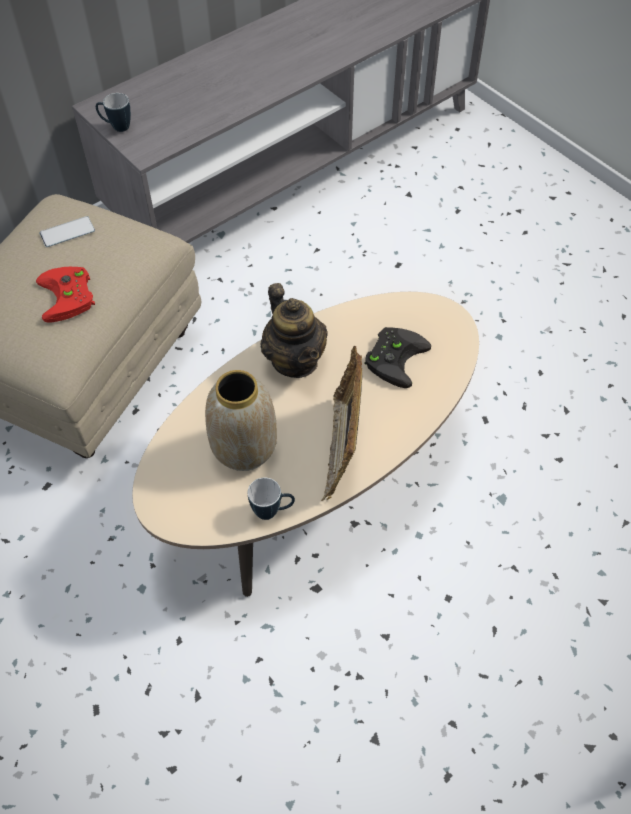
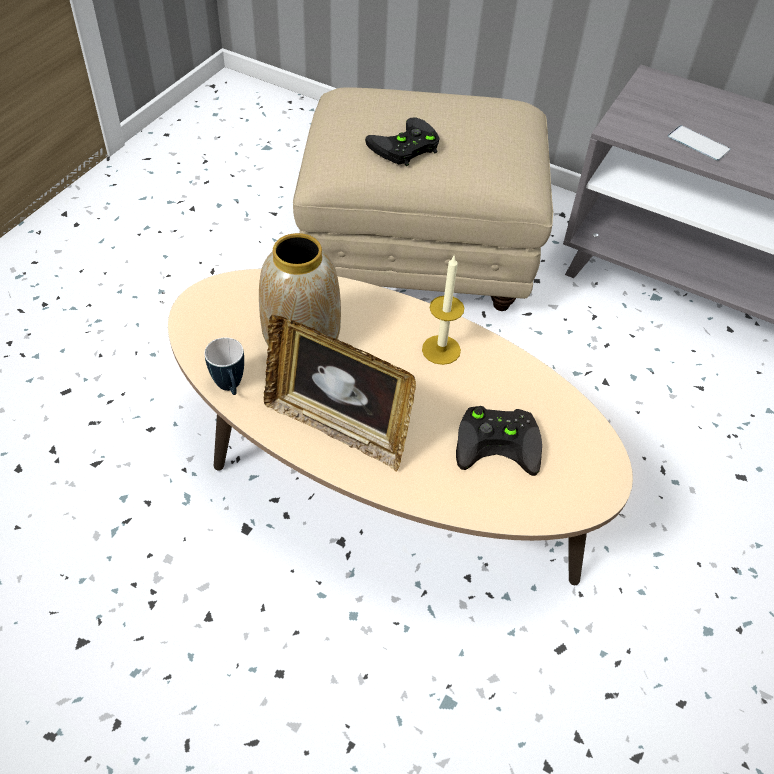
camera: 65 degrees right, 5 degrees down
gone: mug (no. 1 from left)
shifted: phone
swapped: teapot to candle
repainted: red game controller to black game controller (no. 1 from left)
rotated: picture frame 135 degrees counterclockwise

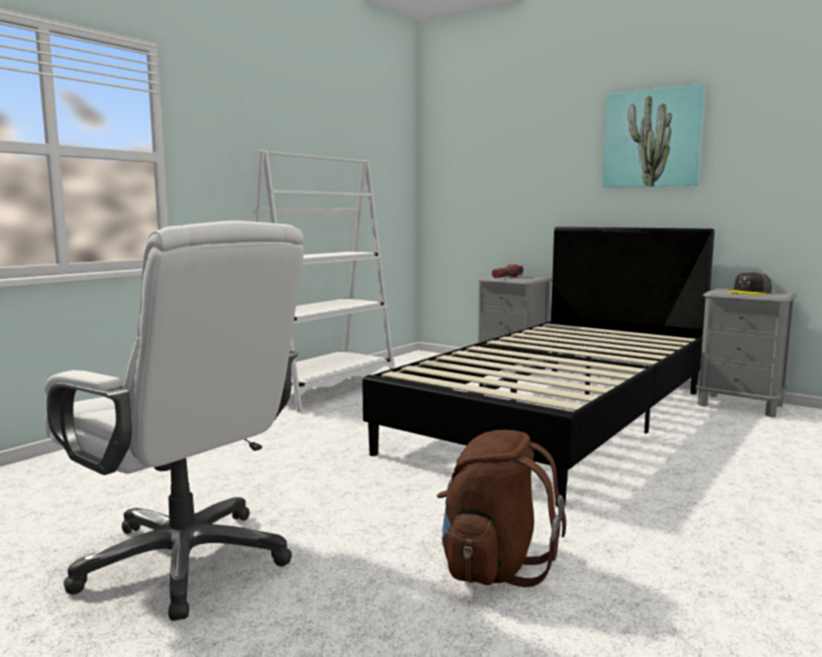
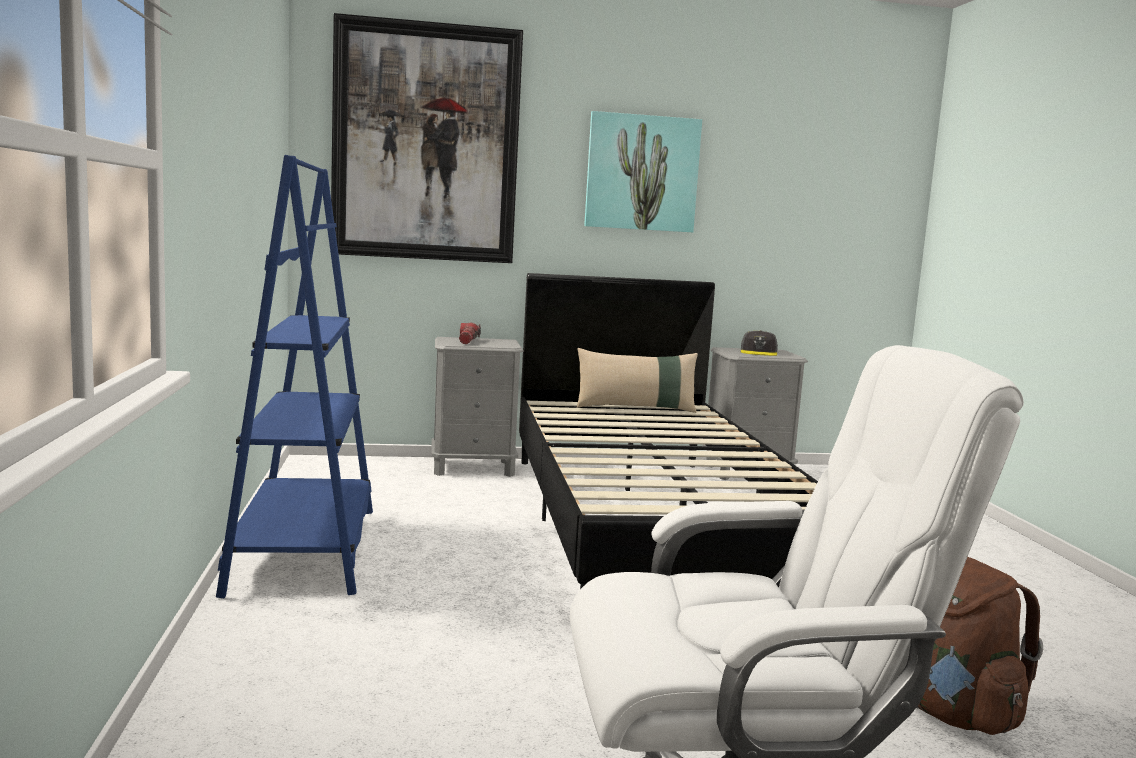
camera: 45 degrees left, 0 degrees up
new: picture (no. 1 from left); beige pillow
repainted: white bookcase to blue bookcase

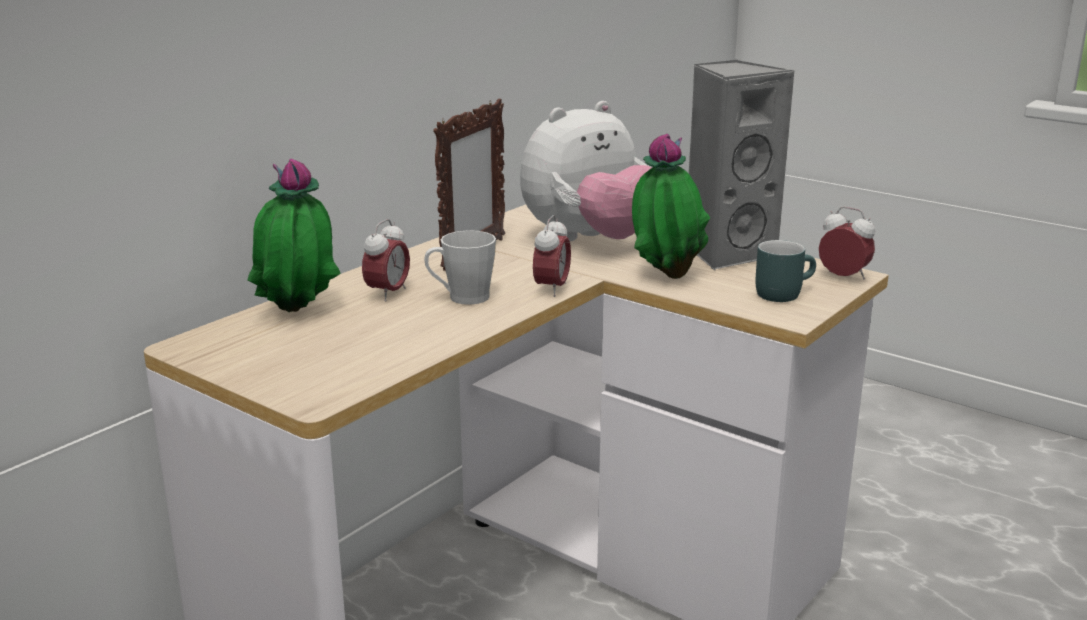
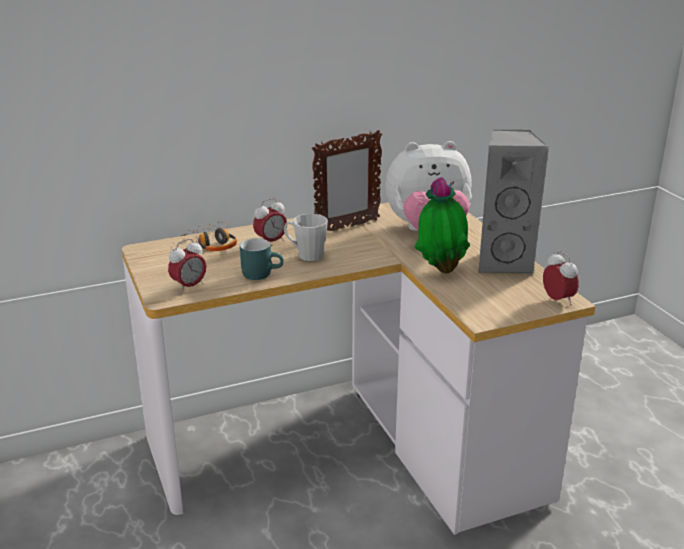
camera: 30 degrees right, 5 degrees up
shifted: alarm clock (no. 2 from left in the first image) to alarm clock (no. 1 from left); turquoise mug
swapped: potted plant (no. 1 from left) to headphones

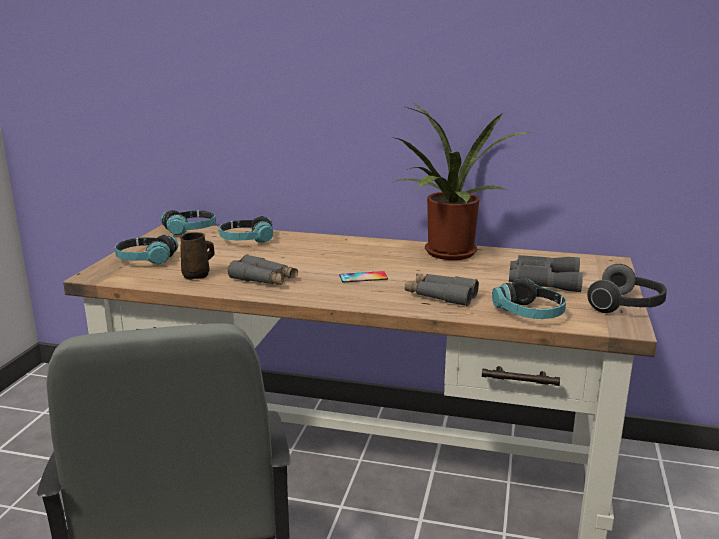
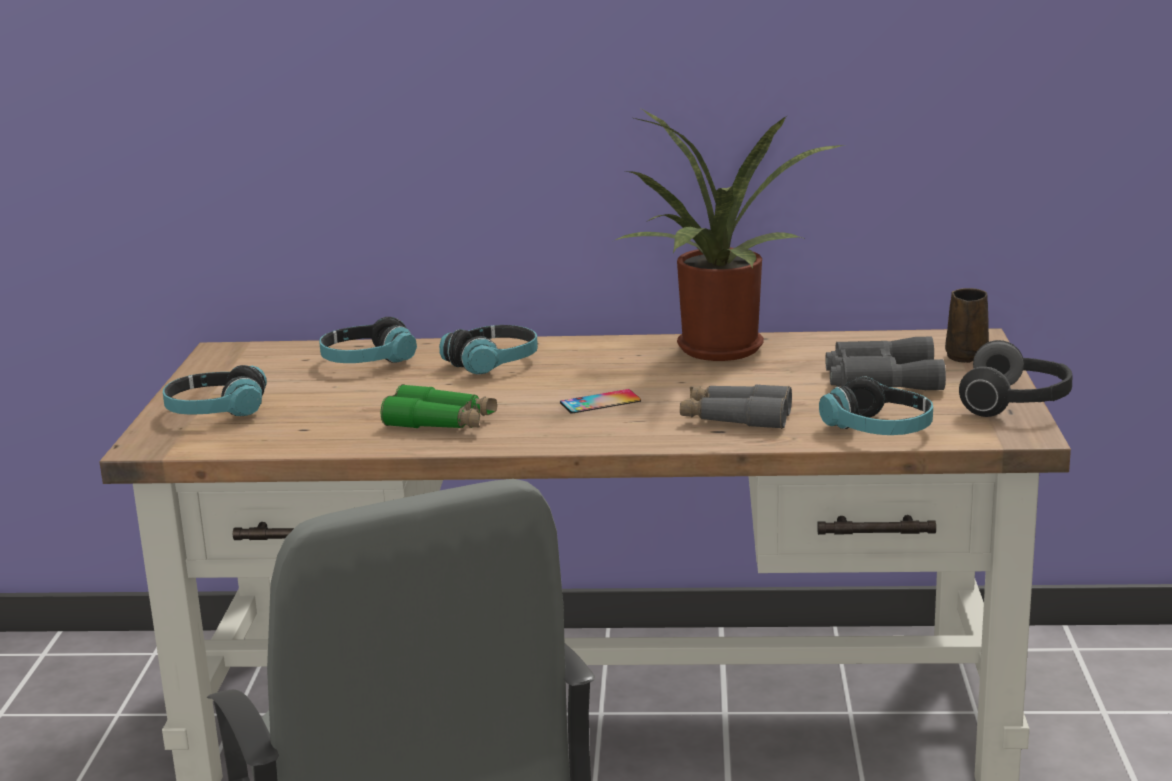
camera: 10 degrees left, 0 degrees up
shifted: headphones (no. 2 from left in the first image) to headphones (no. 3 from left); brown mug
repainted: grey binoculars (no. 1 from left) to green binoculars

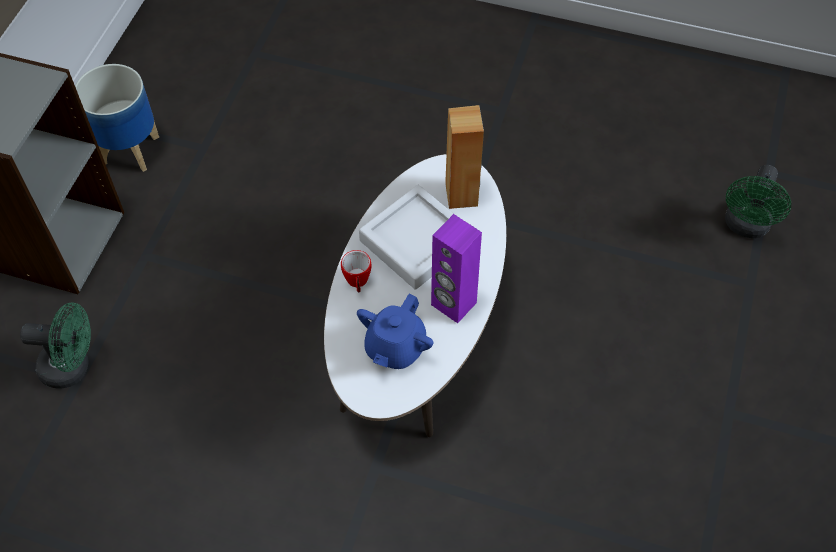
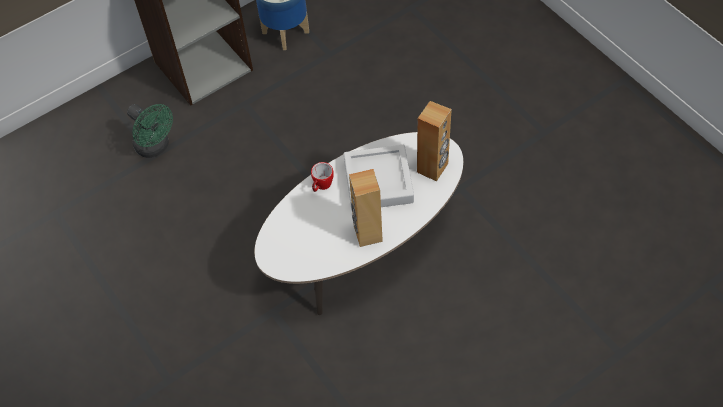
camera: 40 degrees right, 0 degrees up
gone: blue teapot; green fan (no. 2 from left)
repainted: purple speaker to brown speaker (no. 1 from left)

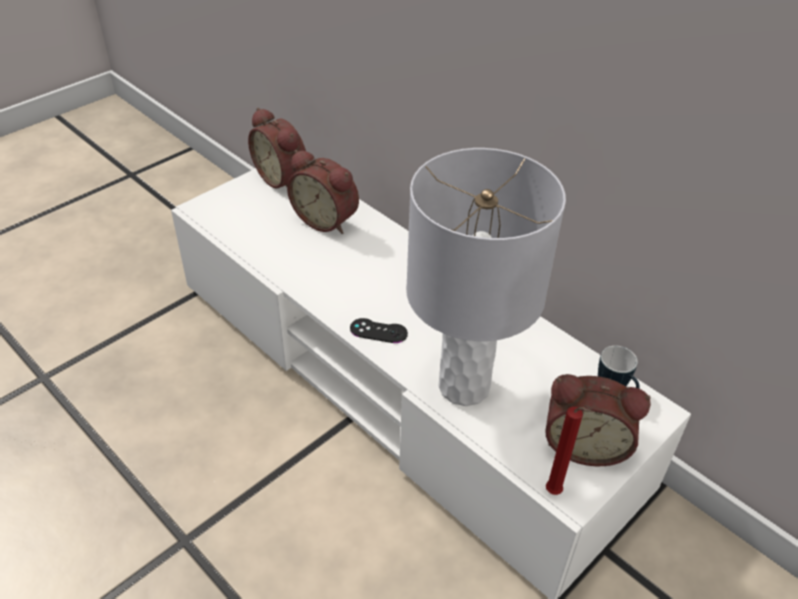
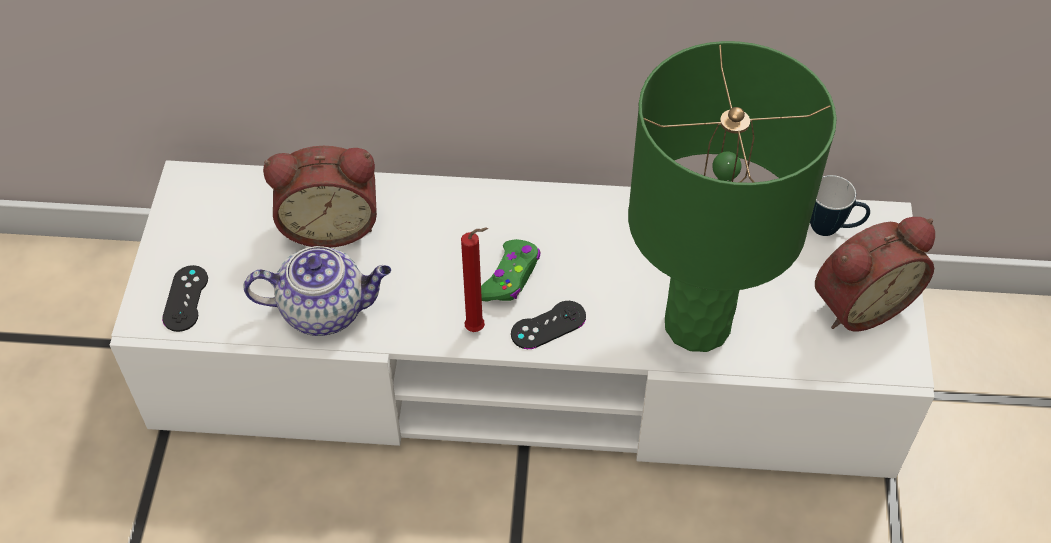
camera: 40 degrees left, 10 degrees up
gone: alarm clock (no. 1 from left)
new: black game controller (no. 1 from left); teapot; green game controller
shifted: red candle
repainted: grey table lamp to green table lamp

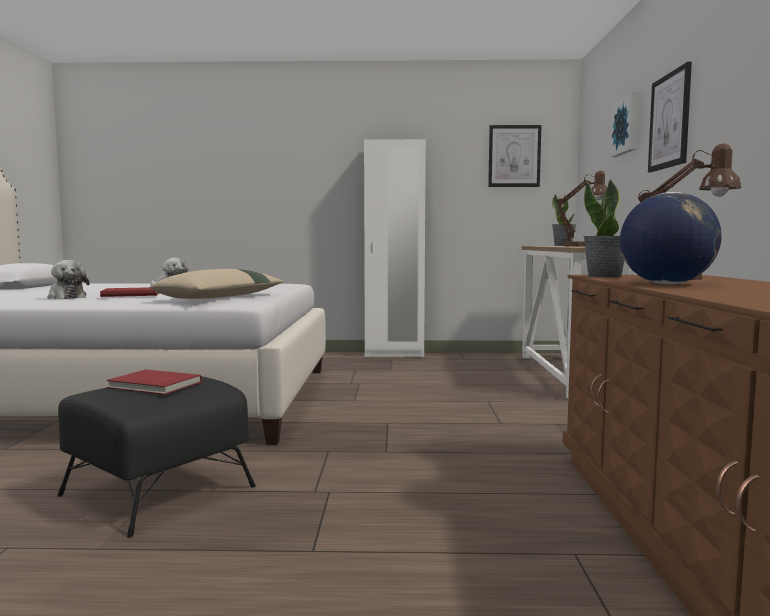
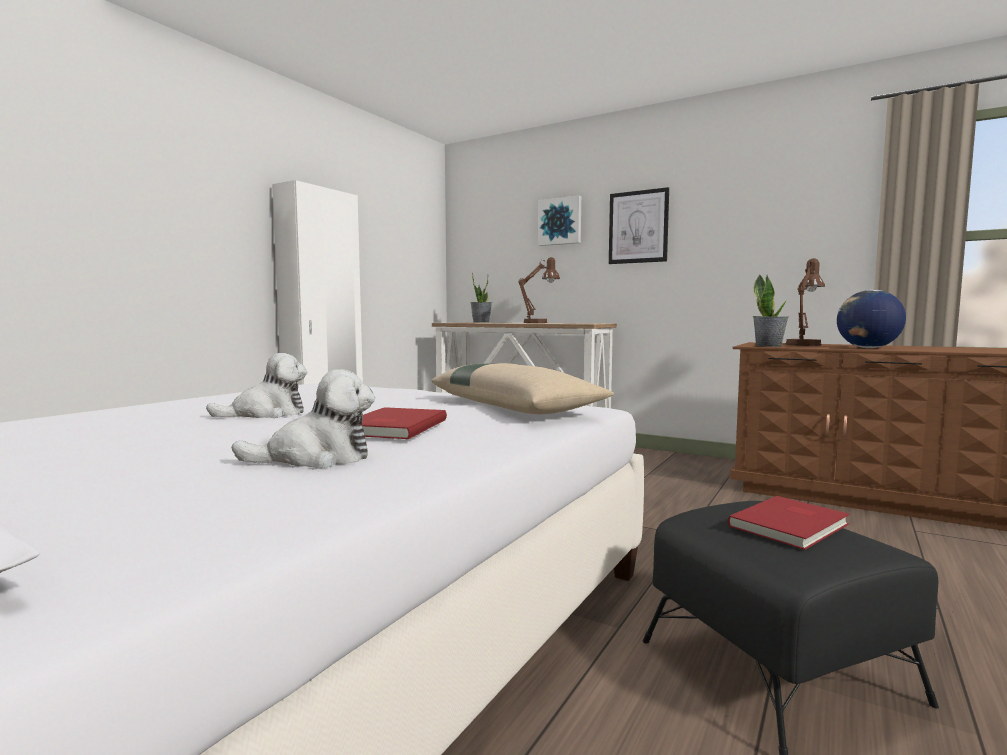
camera: 60 degrees left, 0 degrees up
gone: picture (no. 1 from left)

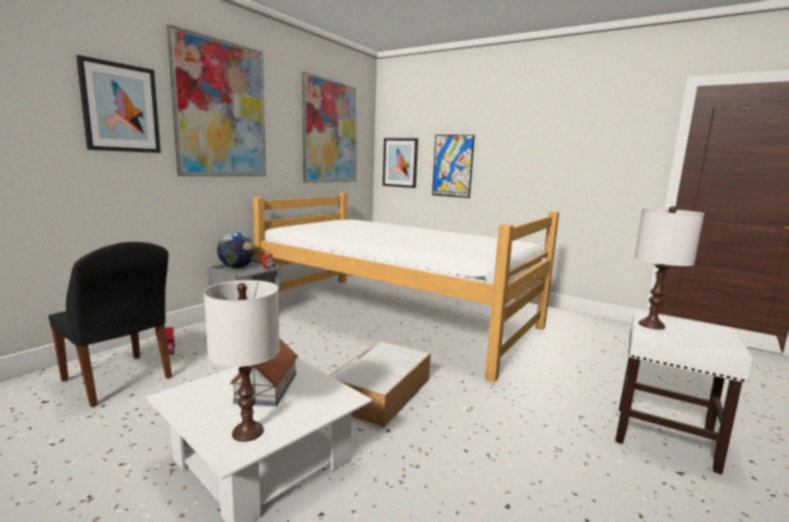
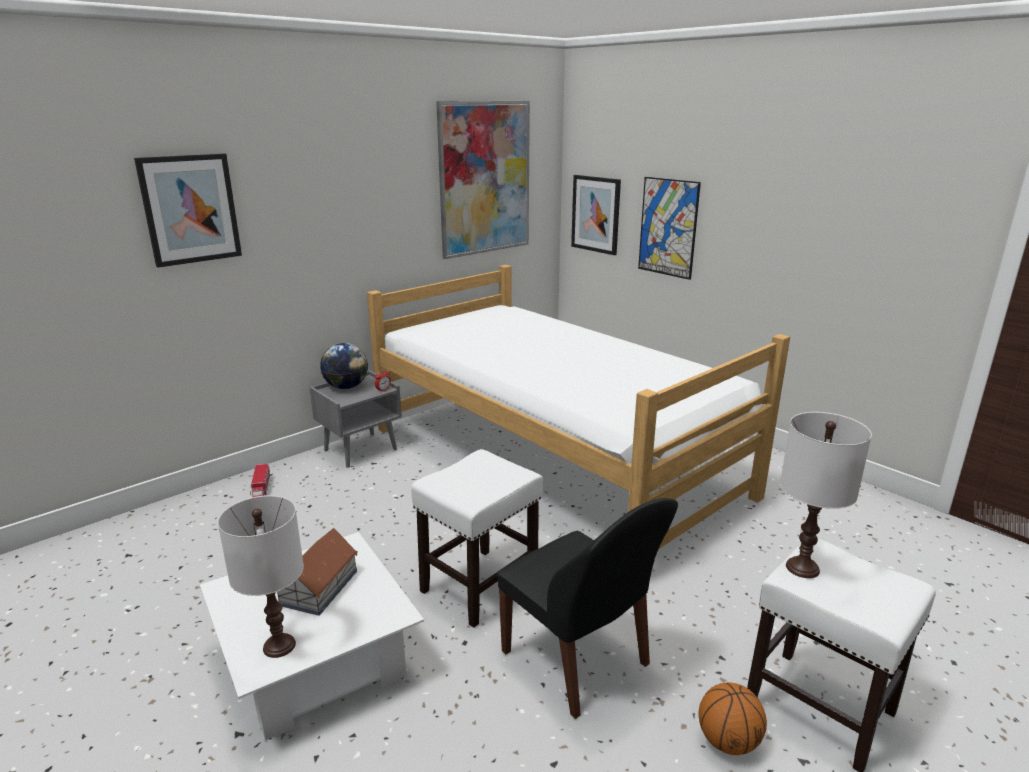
camera: 15 degrees right, 10 degrees up
gone: picture (no. 2 from left)
new: basketball
shifted: black chair
swapped: storage box to white stool (no. 1 from left)

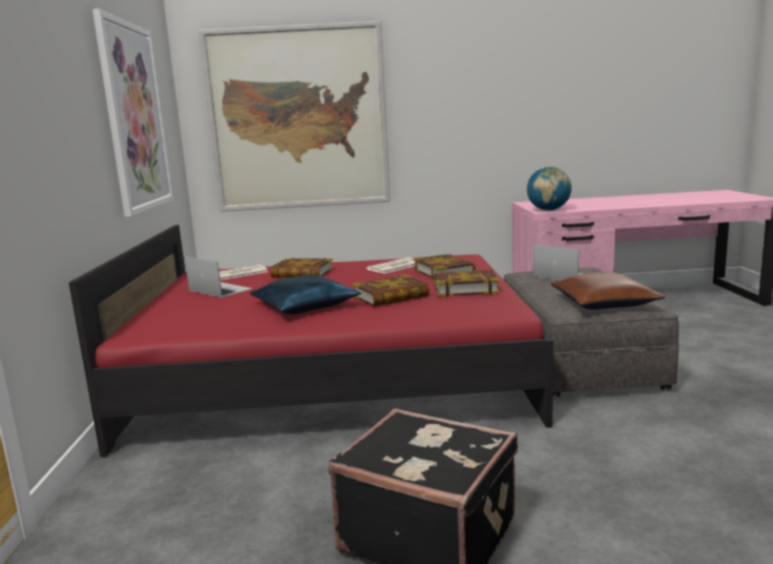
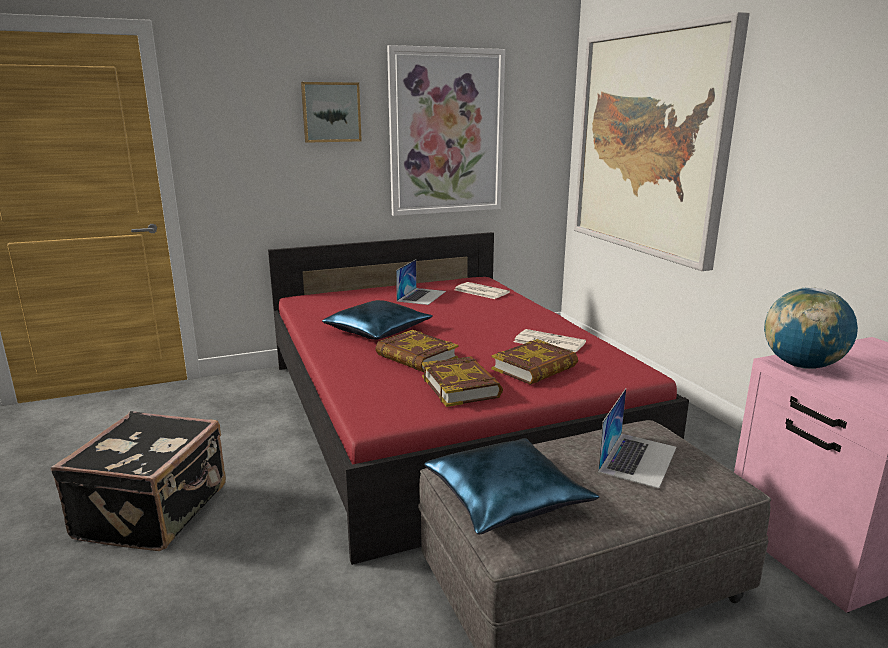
camera: 70 degrees right, 5 degrees up
gone: book (no. 1 from left)
new: picture (no. 1 from left)
repainted: brown pillow to blue pillow (no. 2 from left)

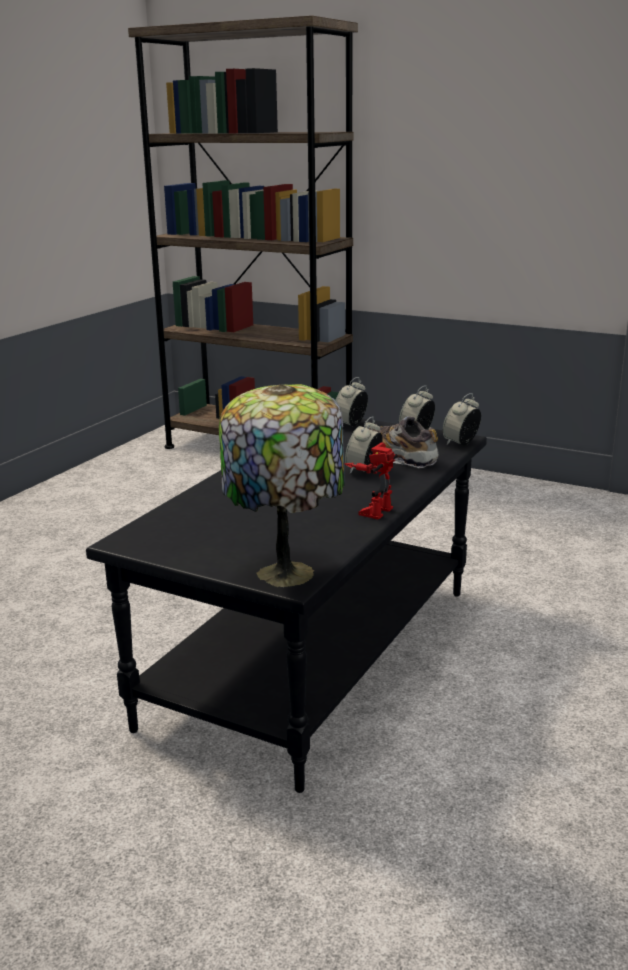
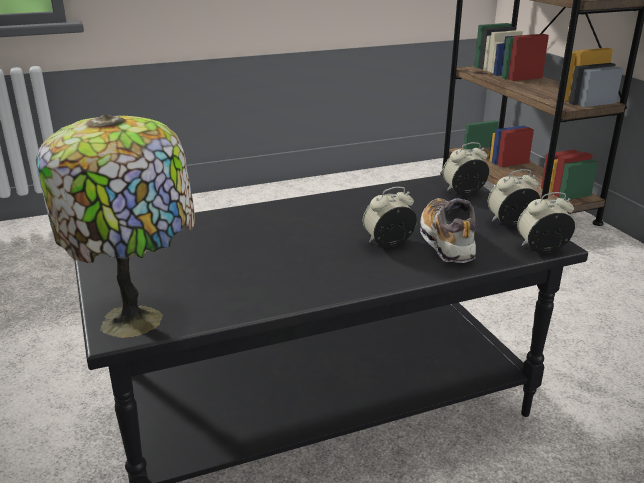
camera: 40 degrees right, 5 degrees up
gone: toy robot

